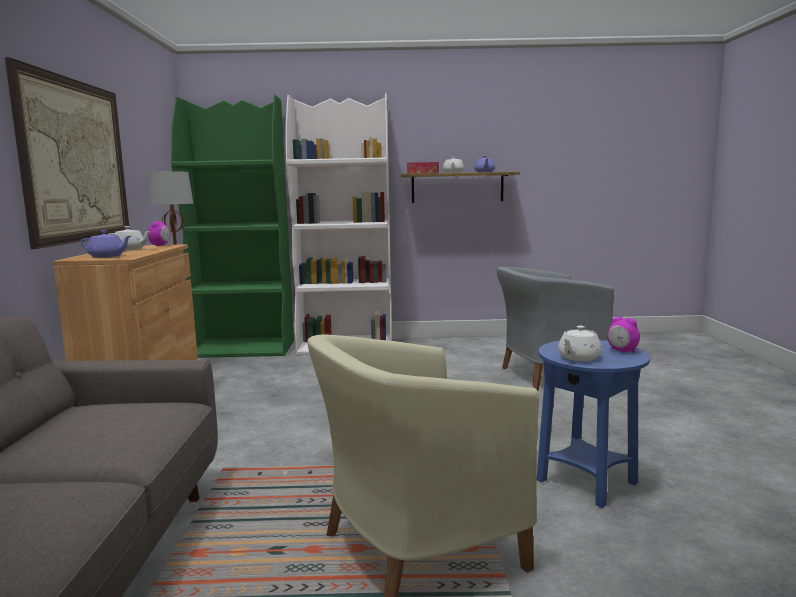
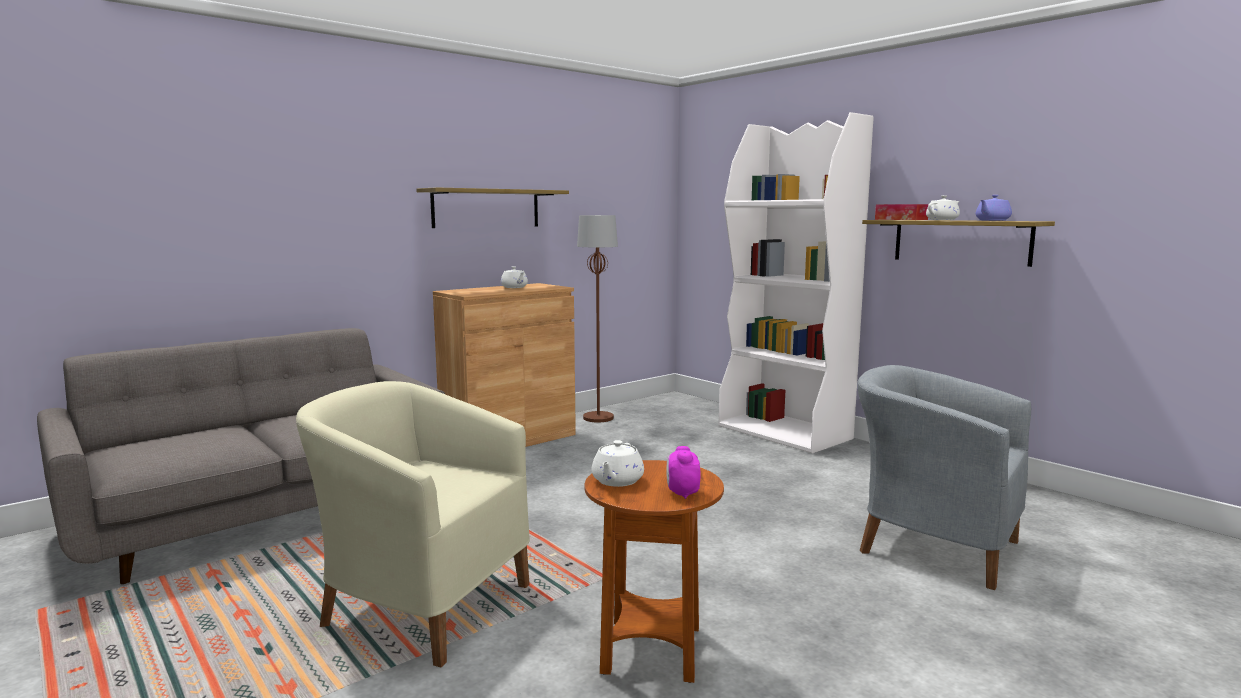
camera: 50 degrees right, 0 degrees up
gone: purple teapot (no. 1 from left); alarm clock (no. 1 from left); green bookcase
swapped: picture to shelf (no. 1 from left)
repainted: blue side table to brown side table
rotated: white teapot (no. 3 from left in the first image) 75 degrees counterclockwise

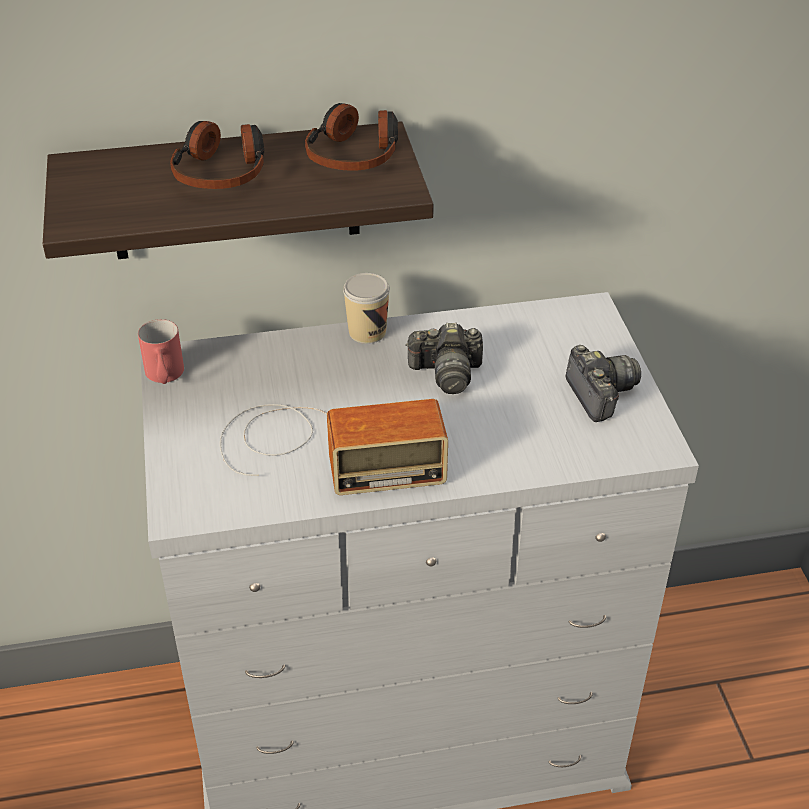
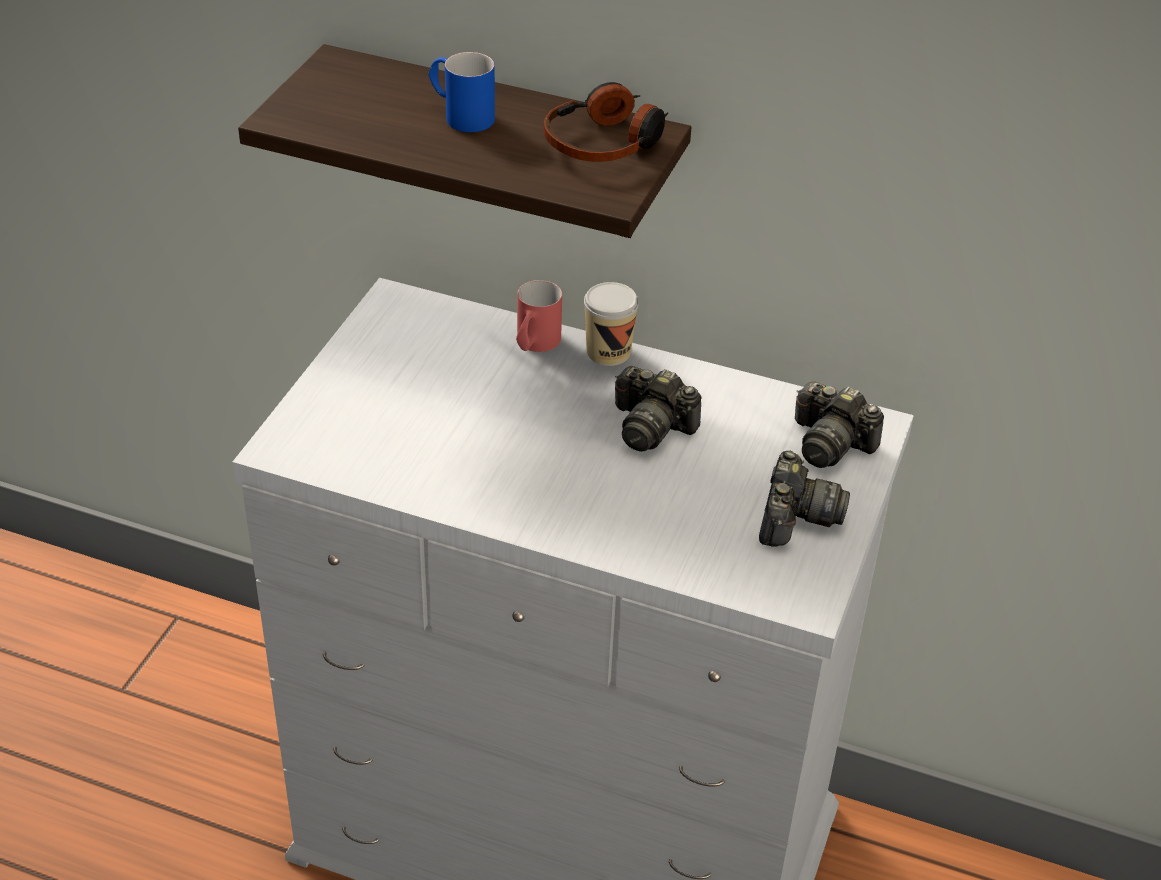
camera: 30 degrees right, 0 degrees up
gone: radio
new: photo camera (no. 3 from left)
shifted: red mug
swapped: headphones (no. 1 from left) to blue mug

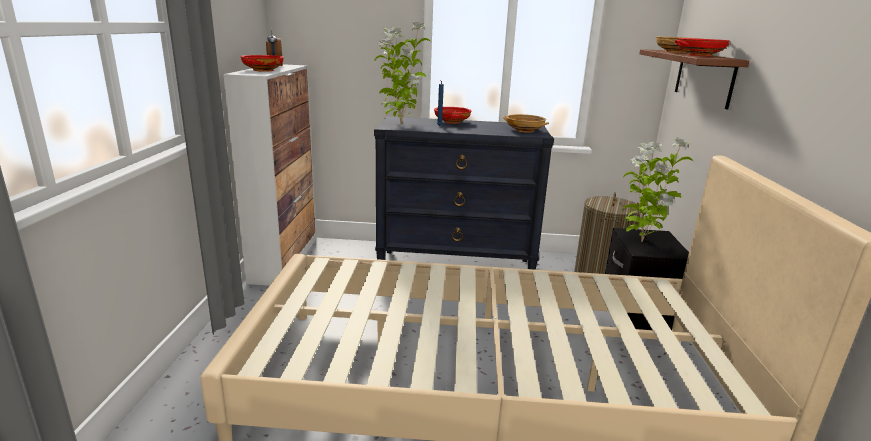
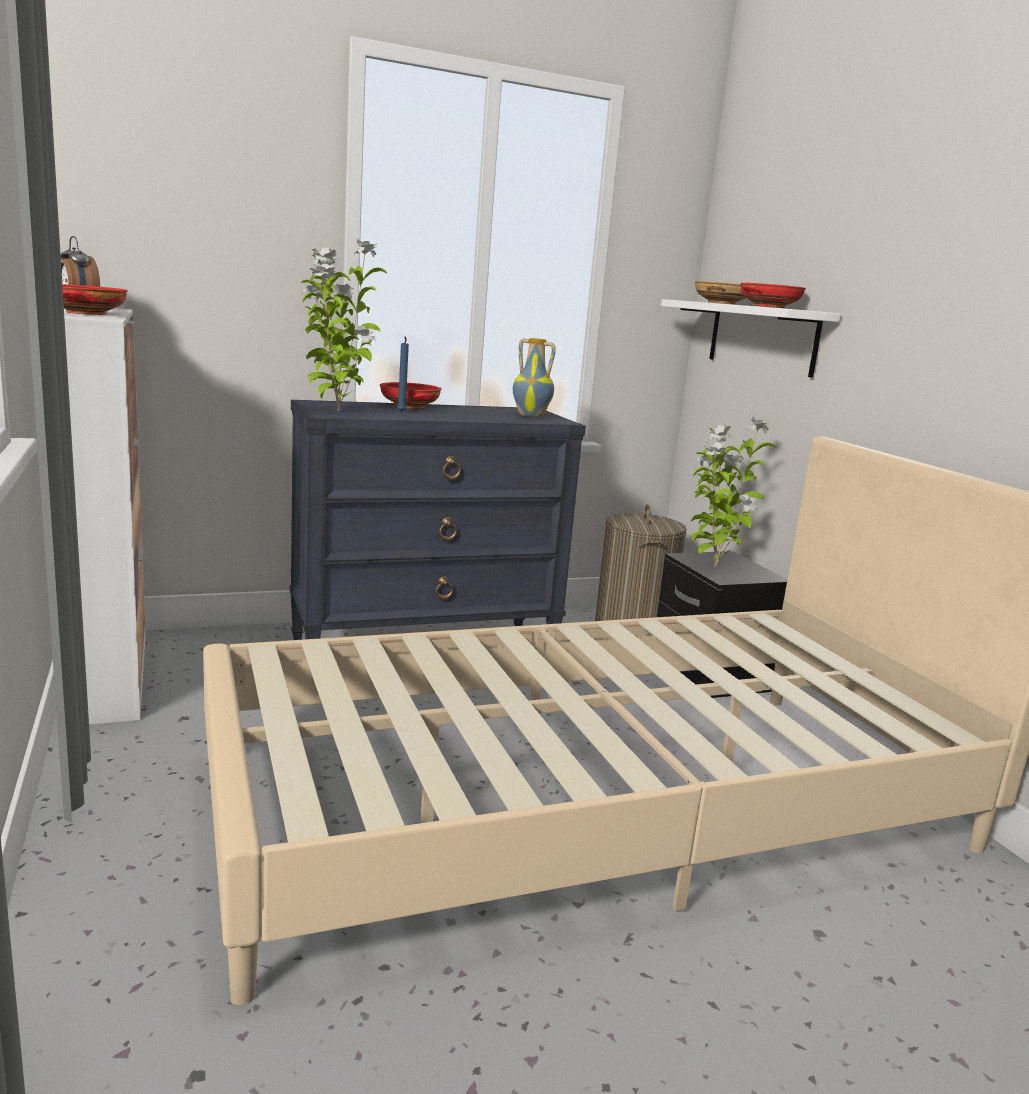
camera: 25 degrees left, 5 degrees down
swapped: beige bowl (no. 1 from left) to vase
repainted: brown shelf to white shelf

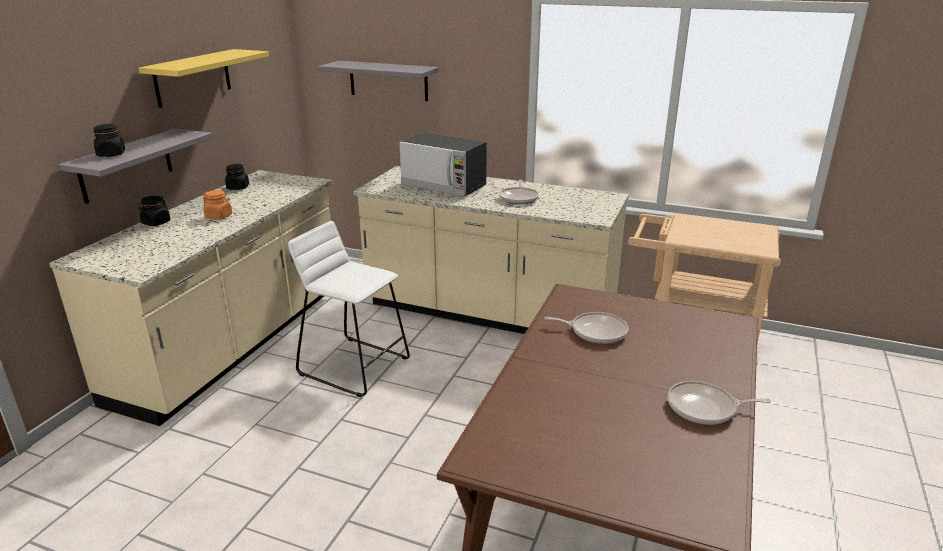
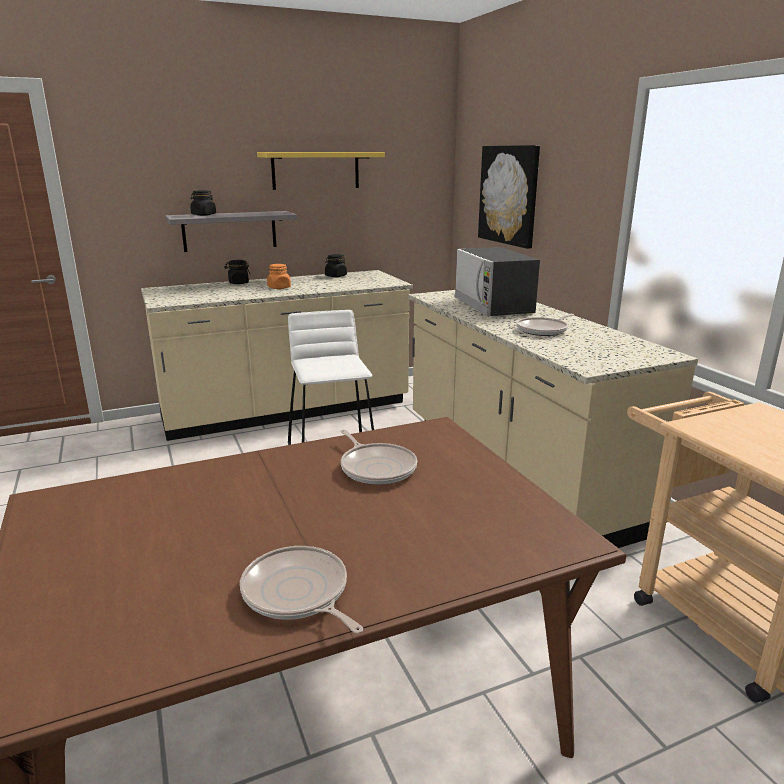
camera: 45 degrees right, 5 degrees down
swapped: grey shelf (no. 2 from left) to picture

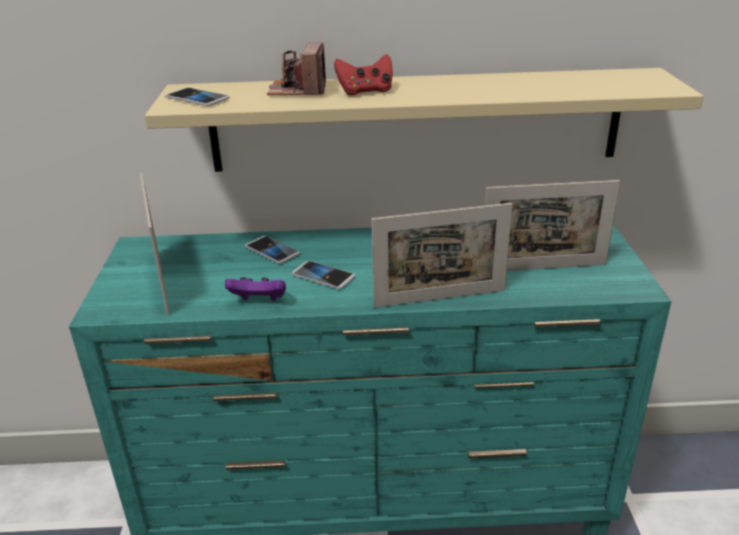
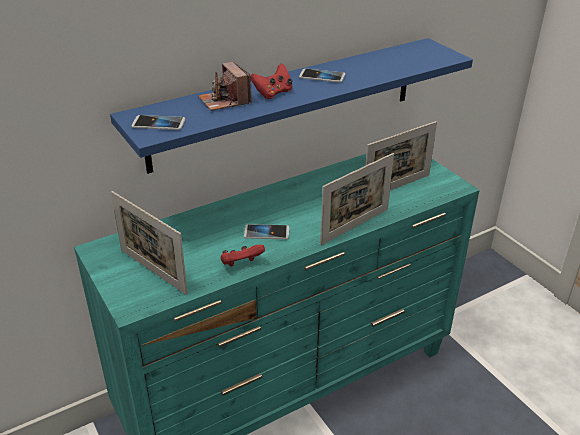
camera: 30 degrees left, 5 degrees up
shifted: phone (no. 2 from left in the first image) to phone (no. 3 from left)
repainted: beige shelf to blue shelf; purple game controller to red game controller (no. 1 from left)

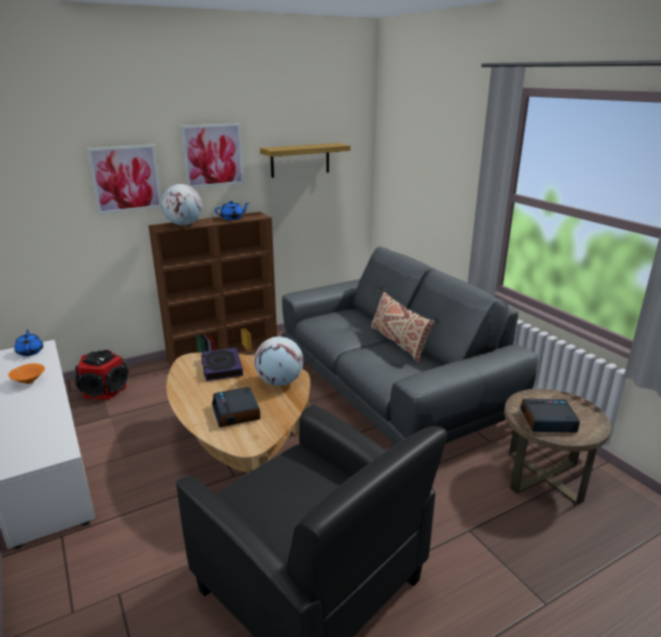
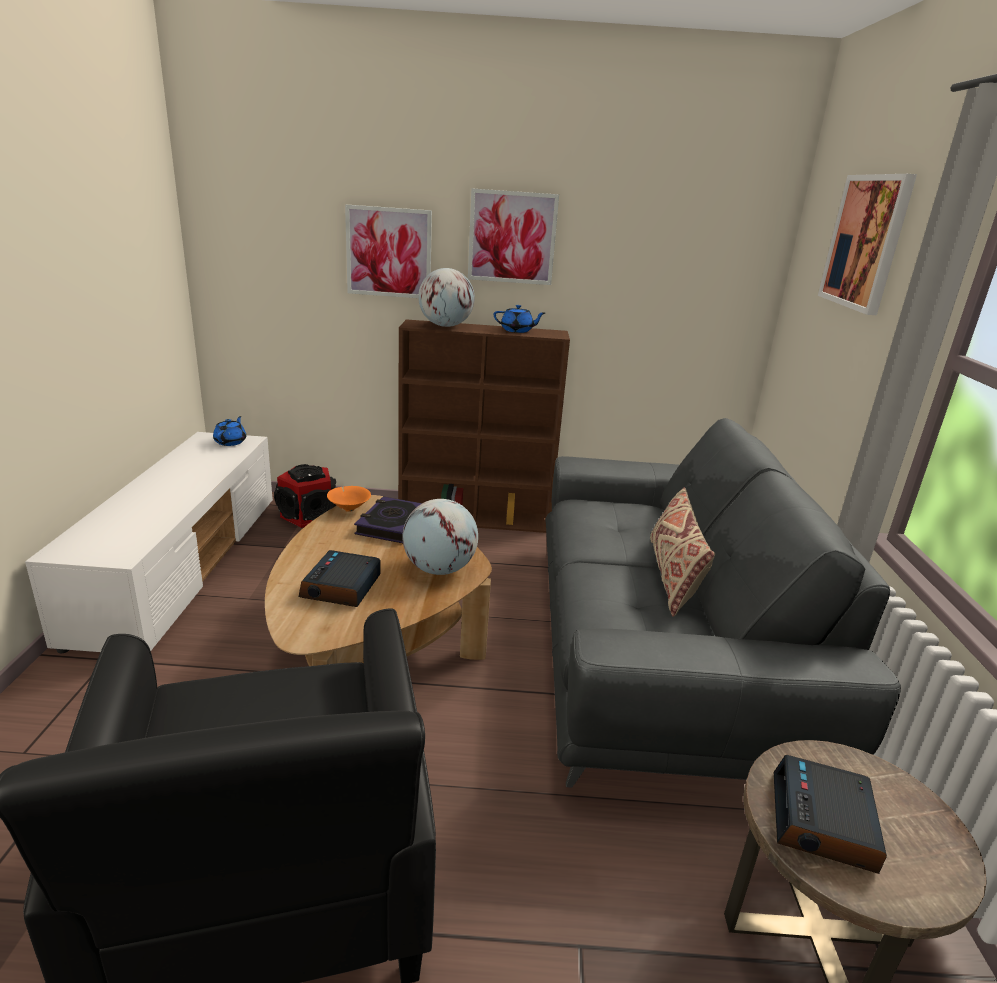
camera: 30 degrees right, 0 degrees up
gone: shelf
new: picture (no. 3 from left)
shifted: orange bowl
rotated: alarm clock (no. 2 from left) 105 degrees counterclockwise

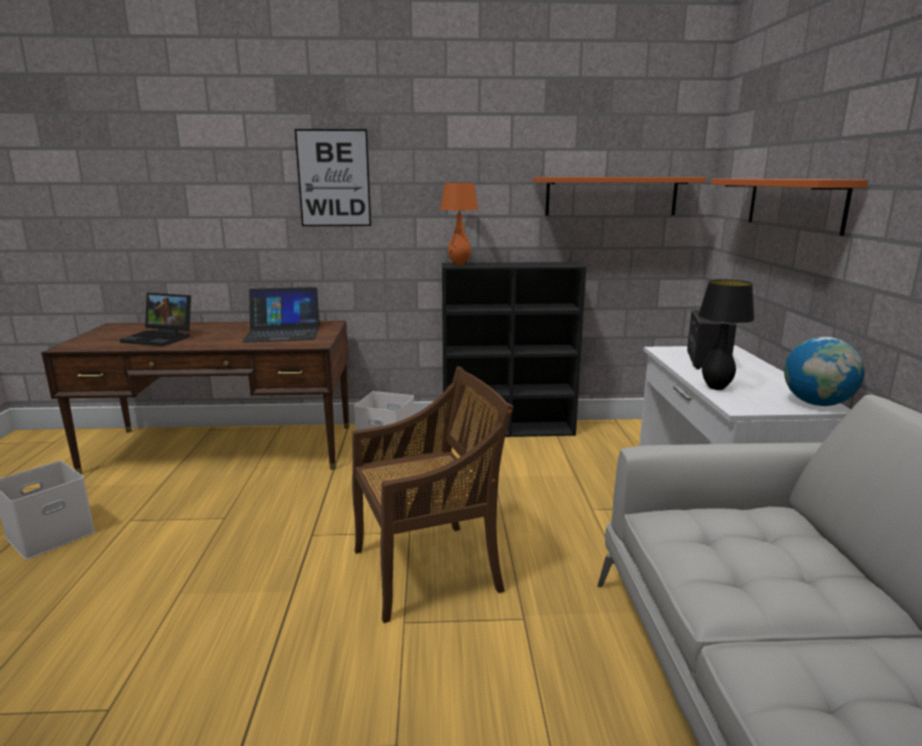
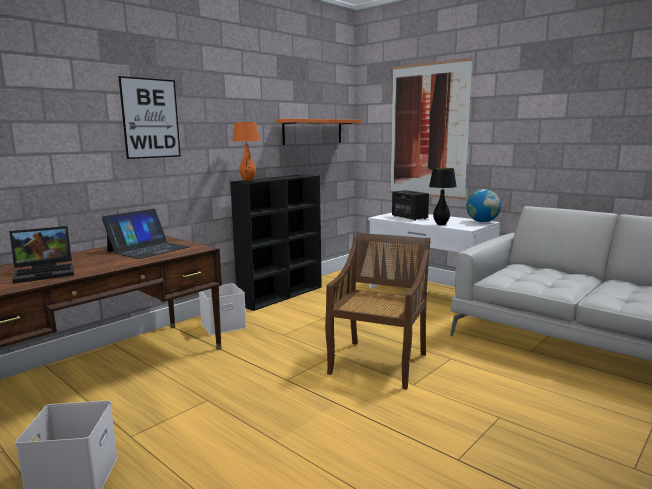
camera: 45 degrees left, 5 degrees down
swapped: orange shelf (no. 2 from left) to picture (no. 2 from left)

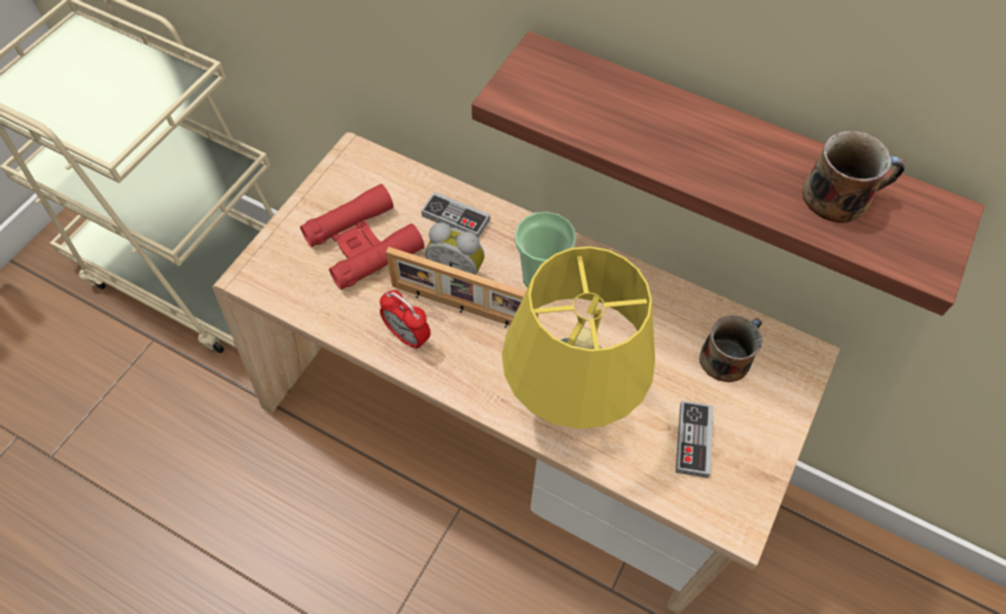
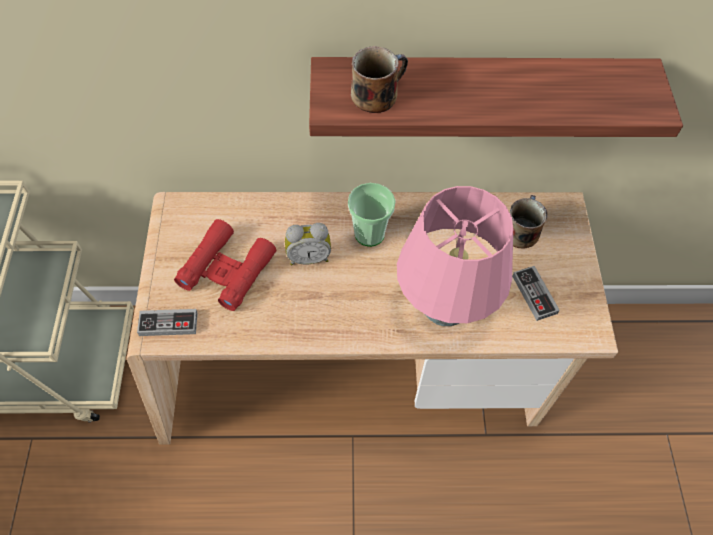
camera: 30 degrees left, 0 degrees up
gone: alarm clock (no. 1 from left); picture frame
shifted: game controller (no. 1 from left); mug (no. 2 from left in the first image) to mug (no. 1 from left)
repainted: yellow table lamp to pink table lamp

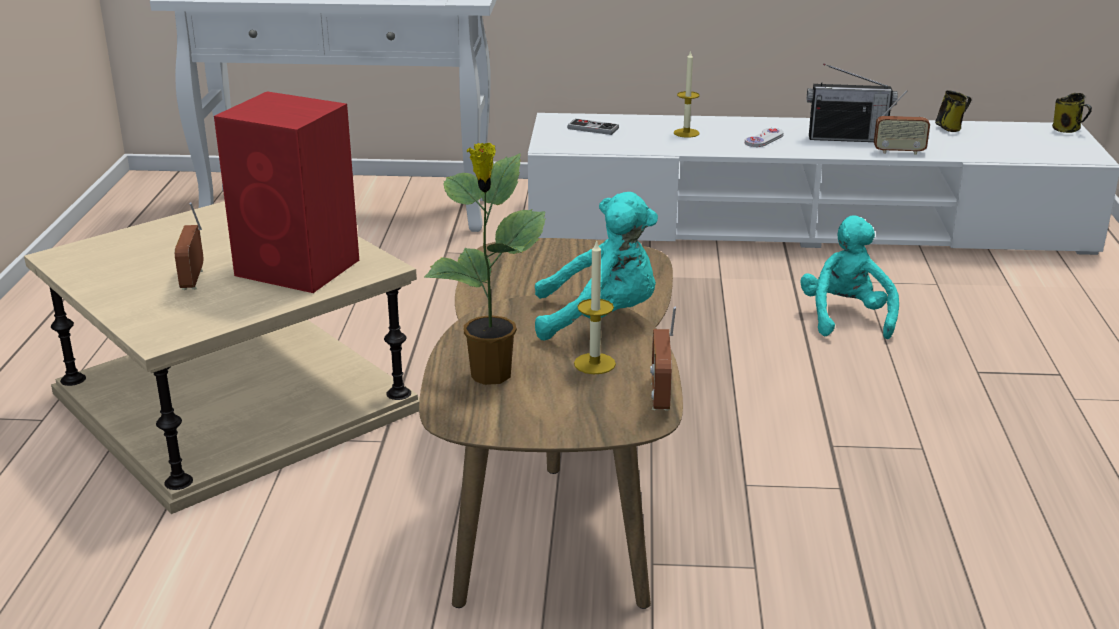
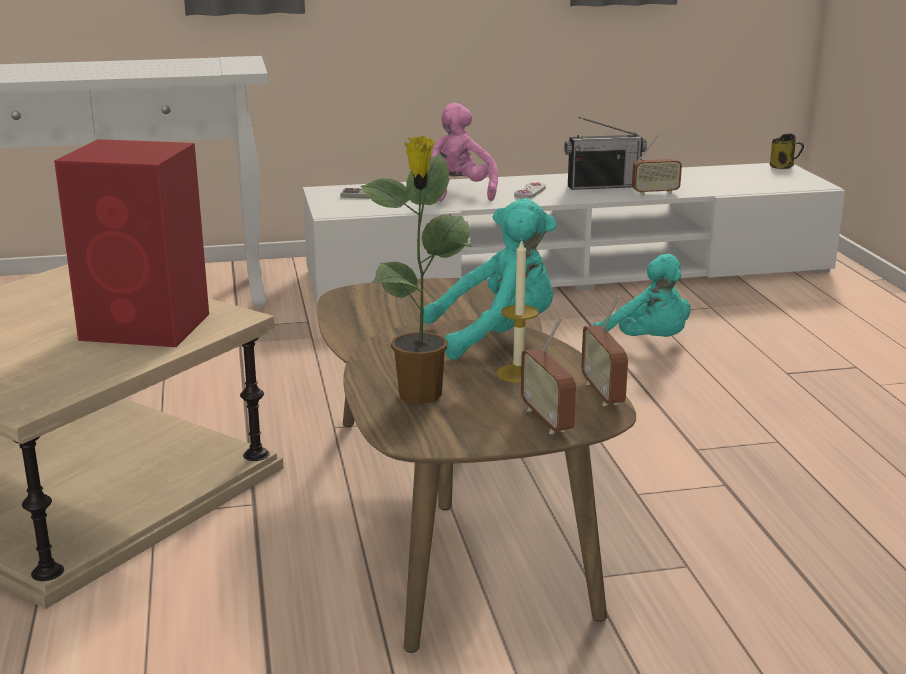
camera: 15 degrees left, 5 degrees down
gone: mug (no. 1 from left)
shifted: radio (no. 1 from left)
swapped: candle (no. 2 from left) to pink plush toy
rotated: turquoise plush toy (no. 2 from left) 150 degrees clockwise

